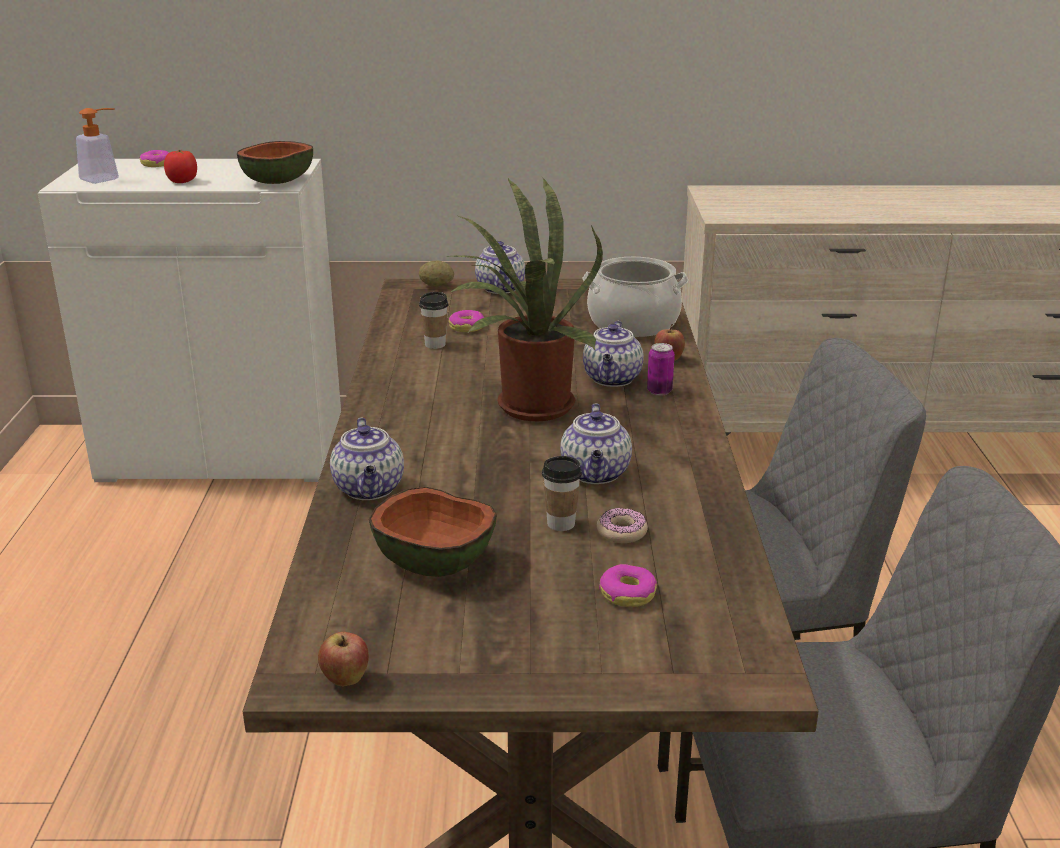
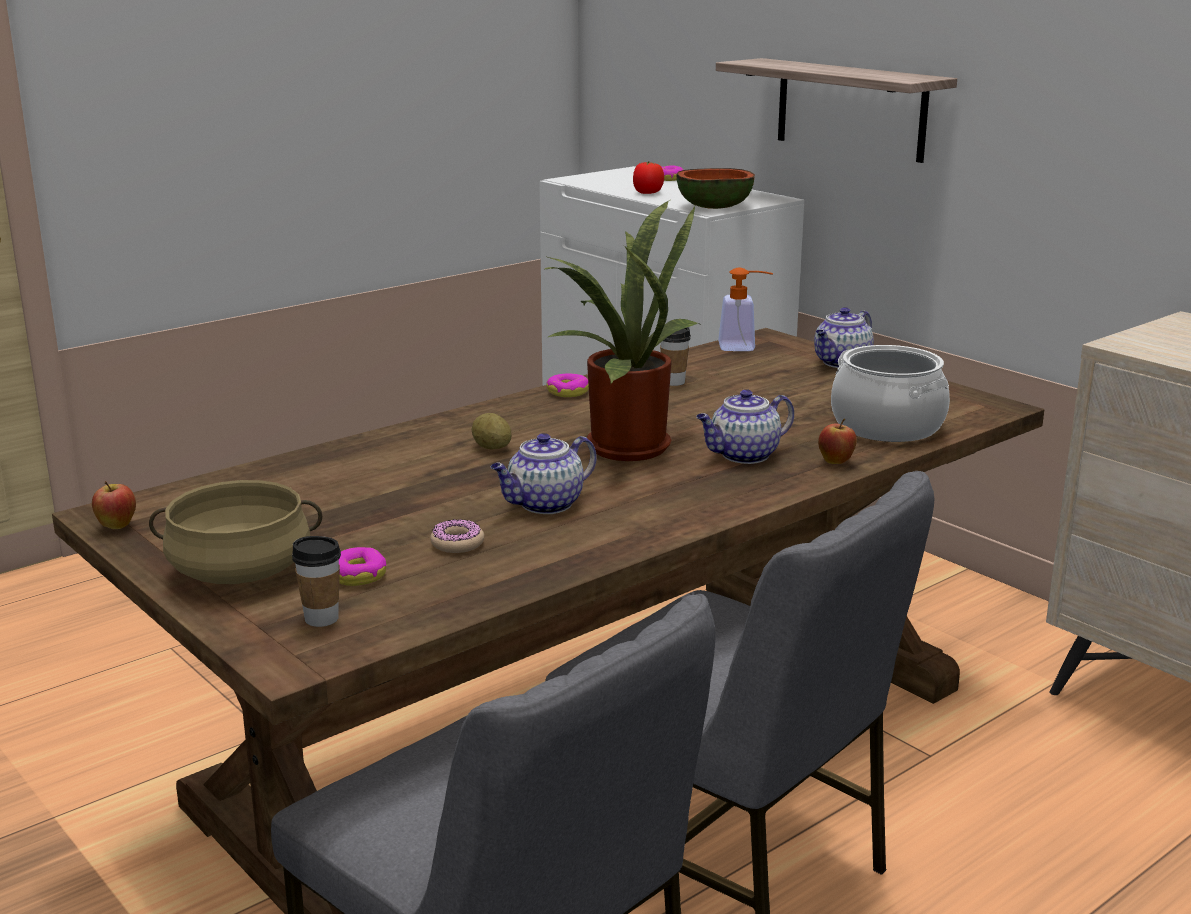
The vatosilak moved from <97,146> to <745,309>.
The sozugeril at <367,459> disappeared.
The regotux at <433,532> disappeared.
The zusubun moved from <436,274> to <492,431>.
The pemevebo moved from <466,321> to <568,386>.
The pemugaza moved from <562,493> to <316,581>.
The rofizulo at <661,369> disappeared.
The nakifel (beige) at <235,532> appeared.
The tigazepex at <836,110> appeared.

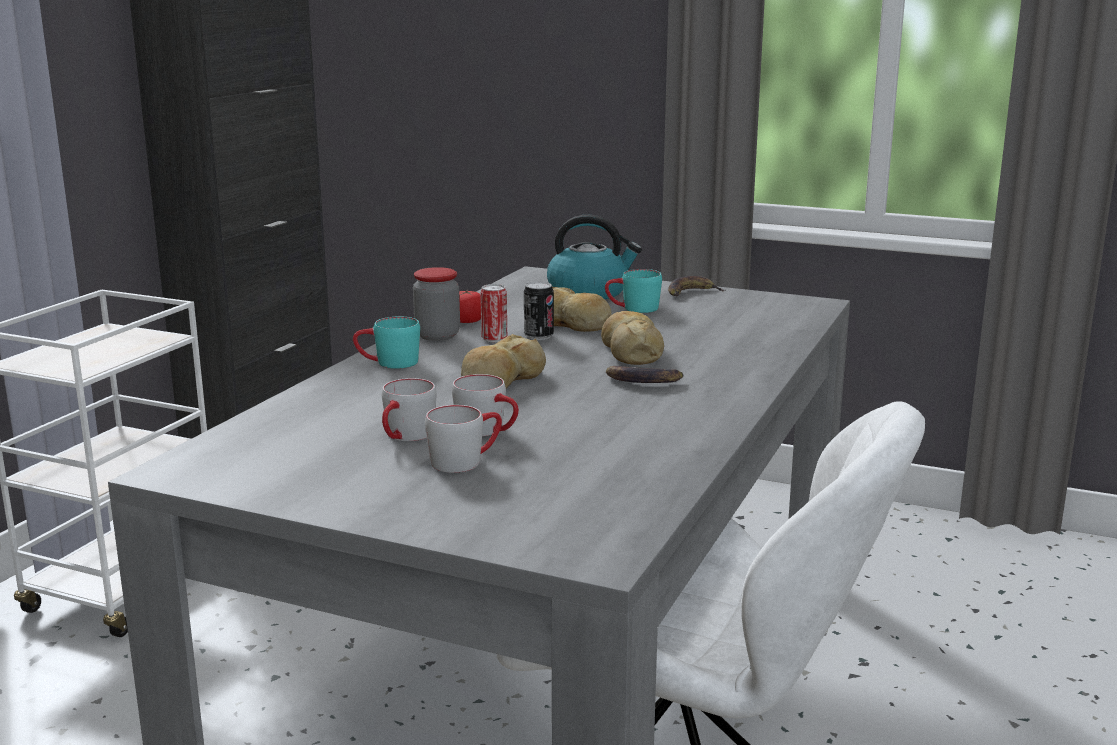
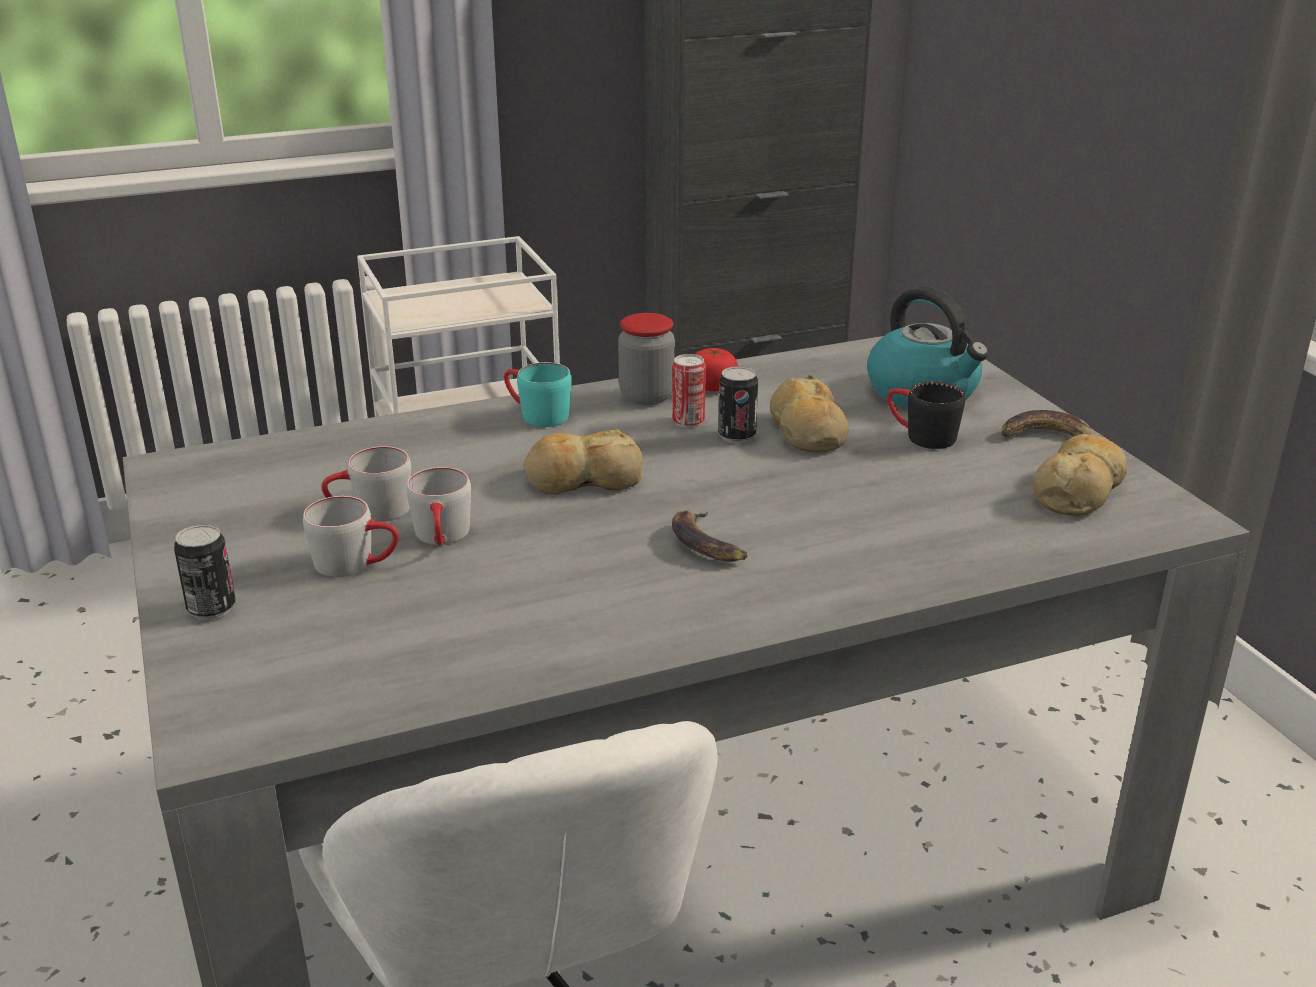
The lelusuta moved from <632,338> to <1080,475>.
The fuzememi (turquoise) at <633,291> became the fuzememi (black) at <926,415>.
The rofizulo at <204,572> appeared.

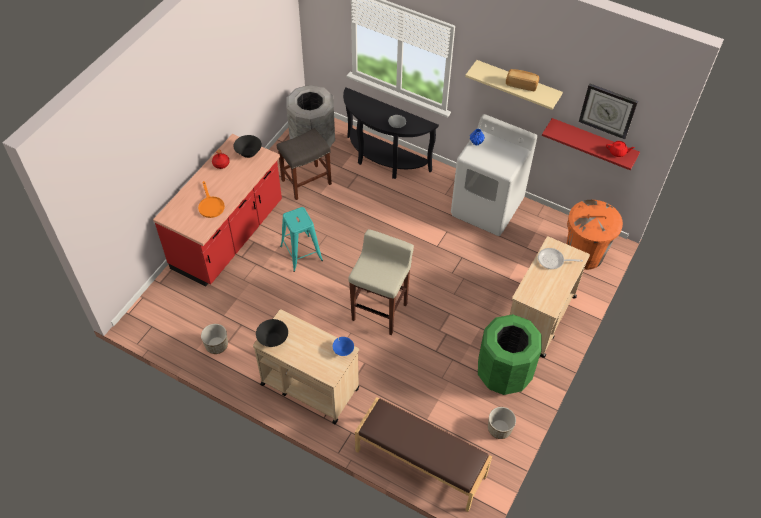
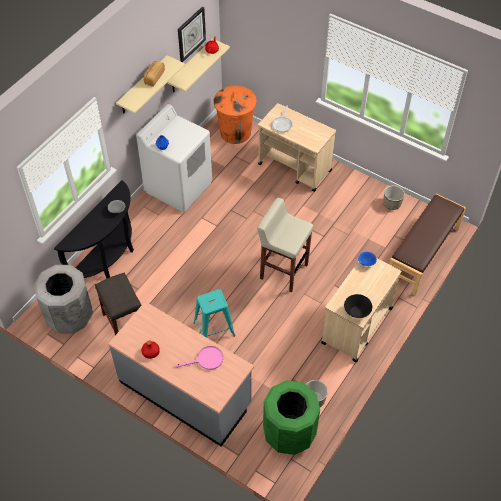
The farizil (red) at <217,210> became the farizil (grey) at <181,374>.
The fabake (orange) at <211,199> became the fabake (pink) at <199,358>.
The regotux (black) at <247,146> disappeared.
The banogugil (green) moved from <510,354> to <291,417>.
The tigazepex (red) at <591,144> became the tigazepex (beige) at <198,65>.

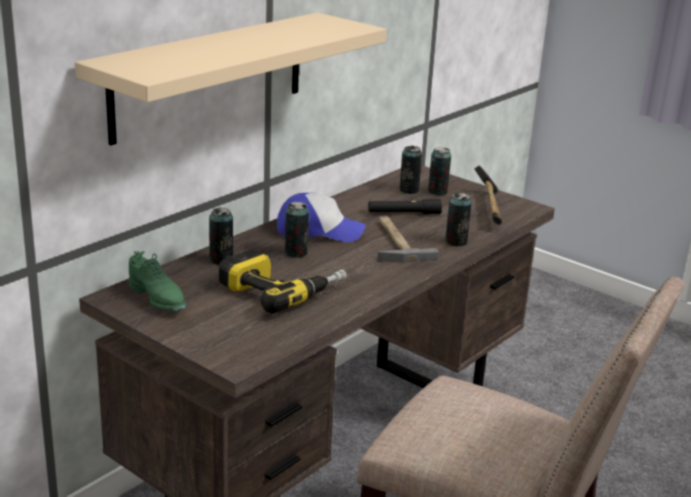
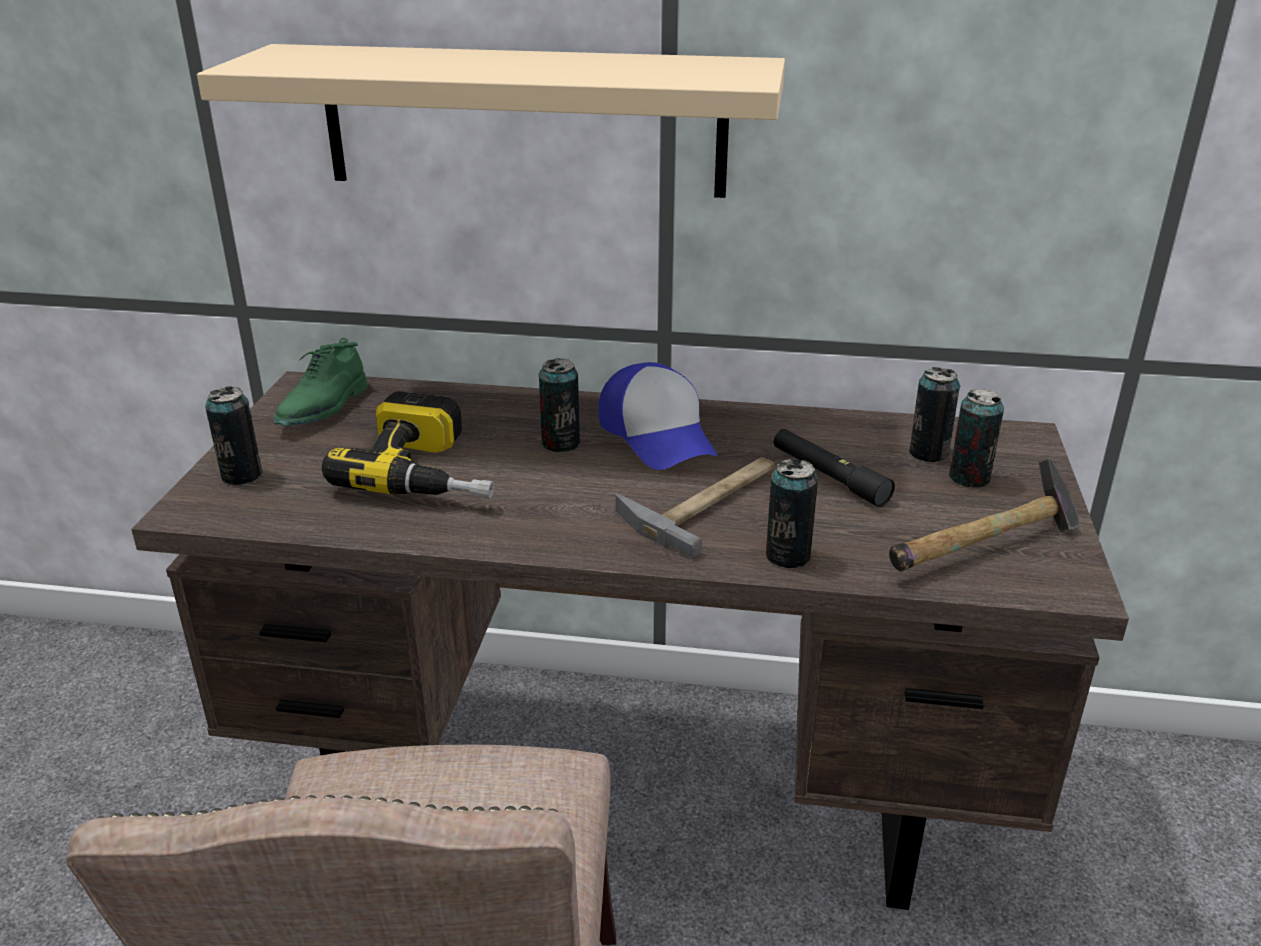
The rofizulo moved from <221,236> to <234,436>.

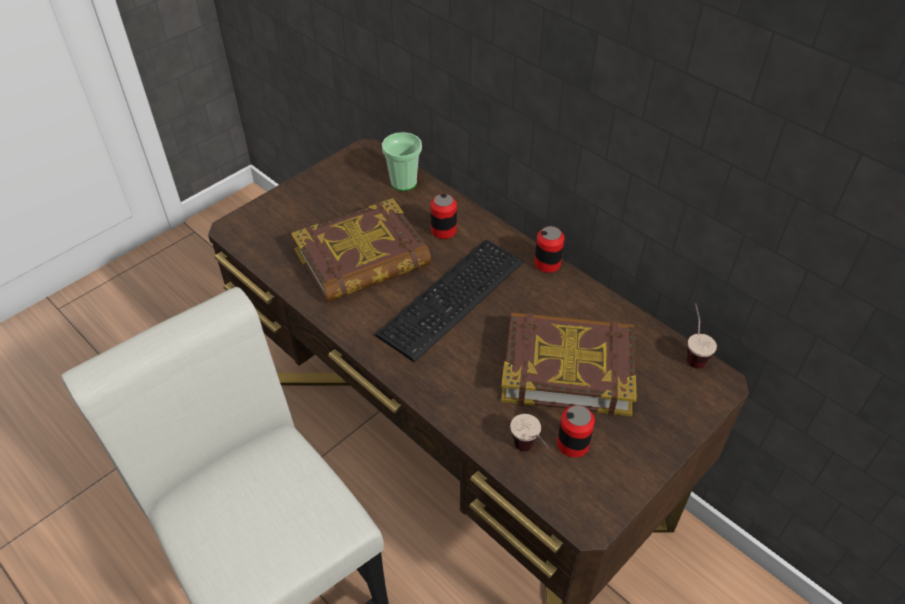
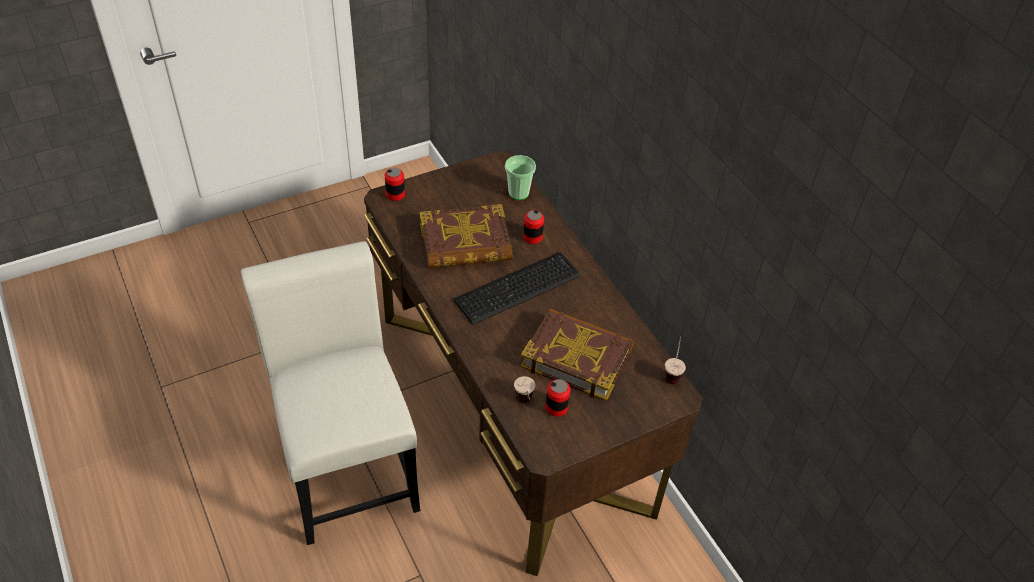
The rofizulo moved from <549,249> to <395,184>.

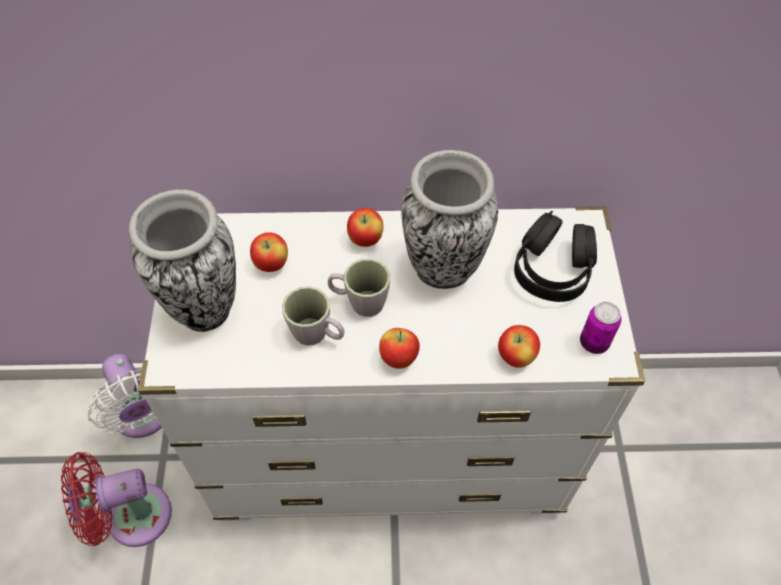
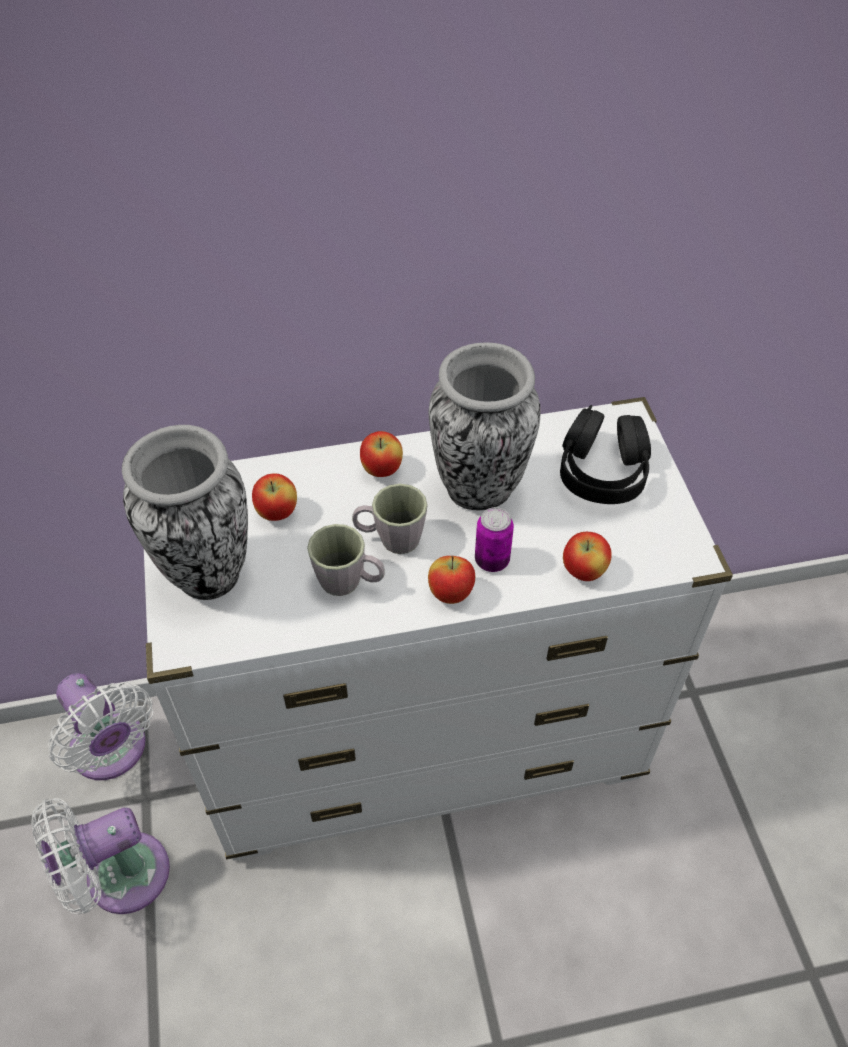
The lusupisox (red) at <116,499> became the lusupisox (white) at <100,856>.
The rofizulo moved from <600,328> to <494,539>.

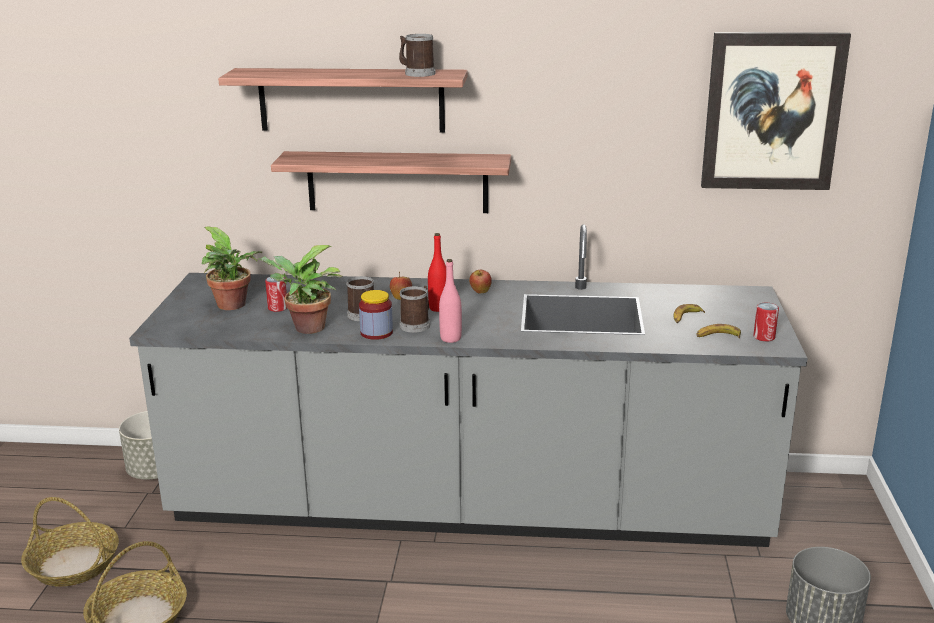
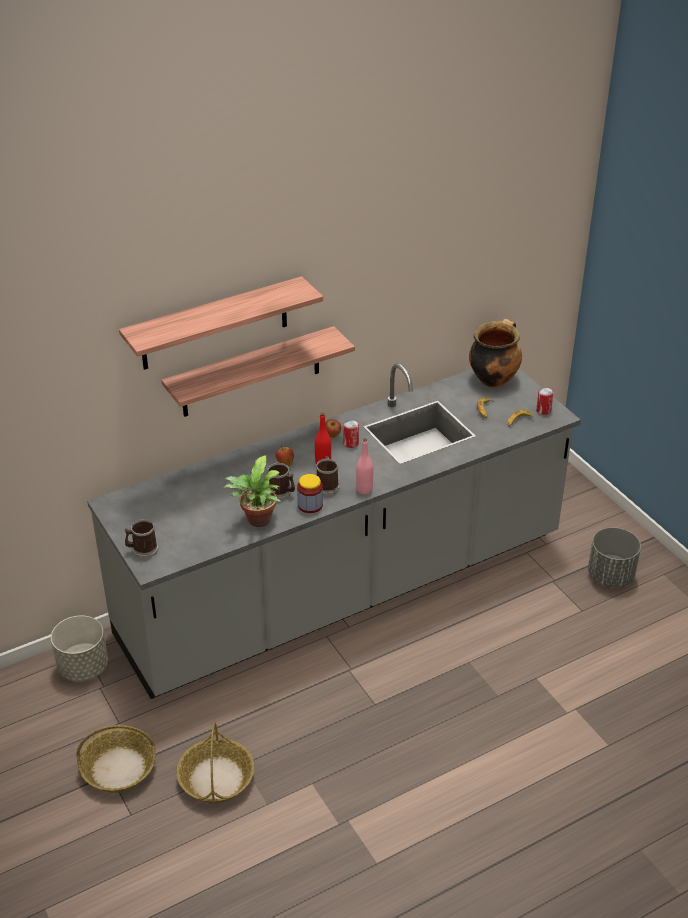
The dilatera at <232,268> disappeared.
The rofizulo moved from <276,294> to <351,434>.
The fuzememi moved from <417,55> to <141,538>.
The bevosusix at <776,111> disappeared.
The nakifel at <495,353> appeared.

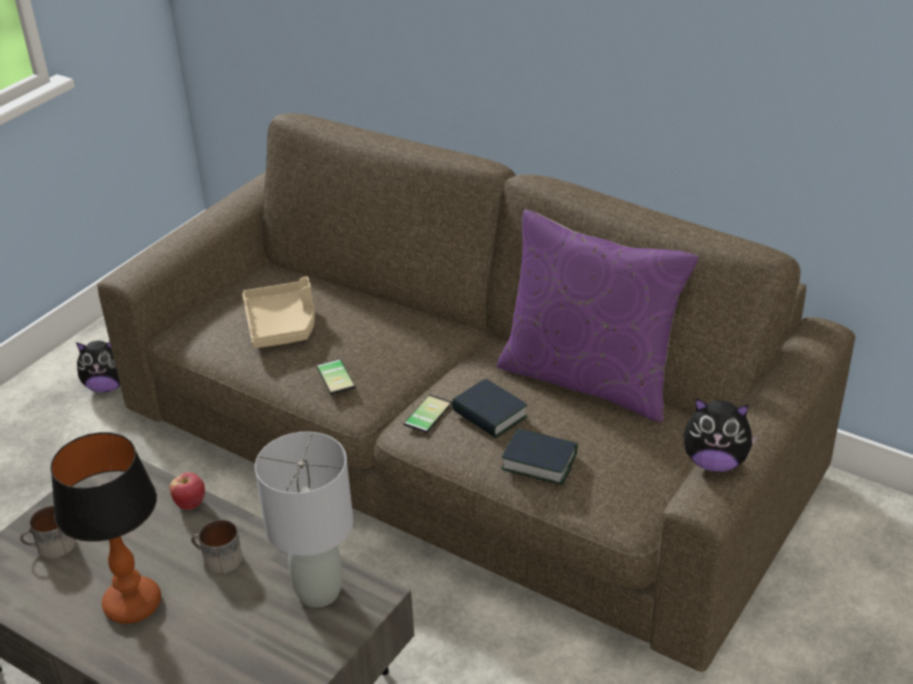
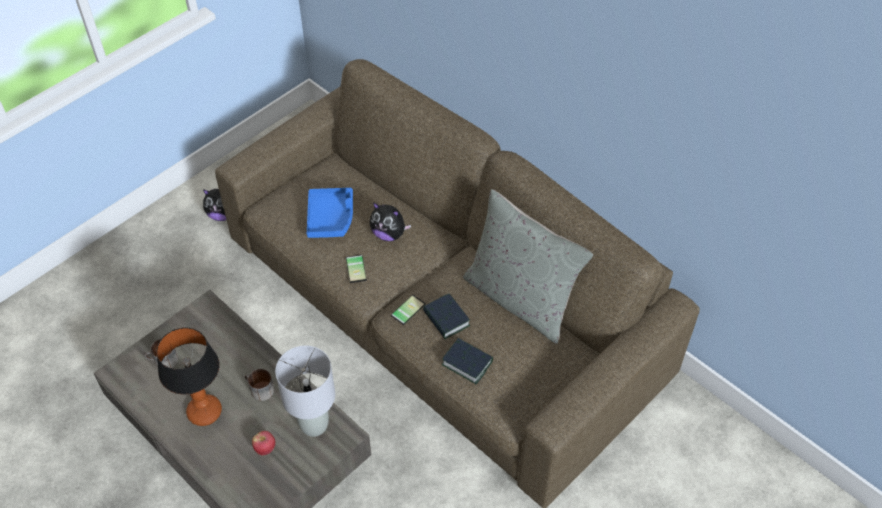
The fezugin moved from <187,491> to <263,443>.
The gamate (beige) at <278,312> became the gamate (blue) at <330,213>.
The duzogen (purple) at <597,316> became the duzogen (grey) at <528,266>.
The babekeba moved from <721,435> to <390,221>.

